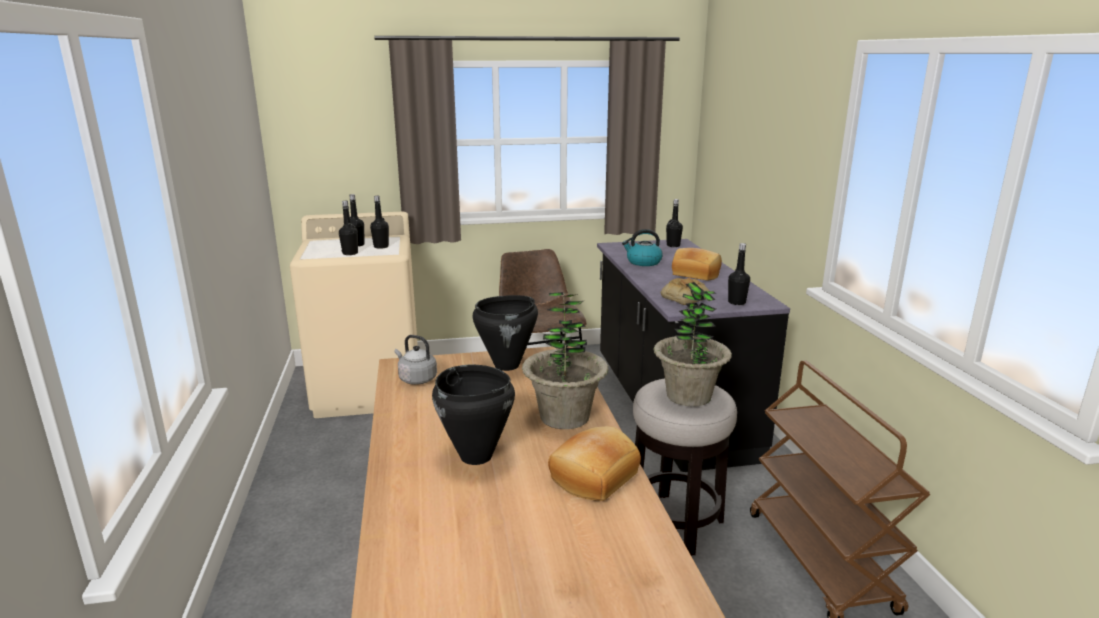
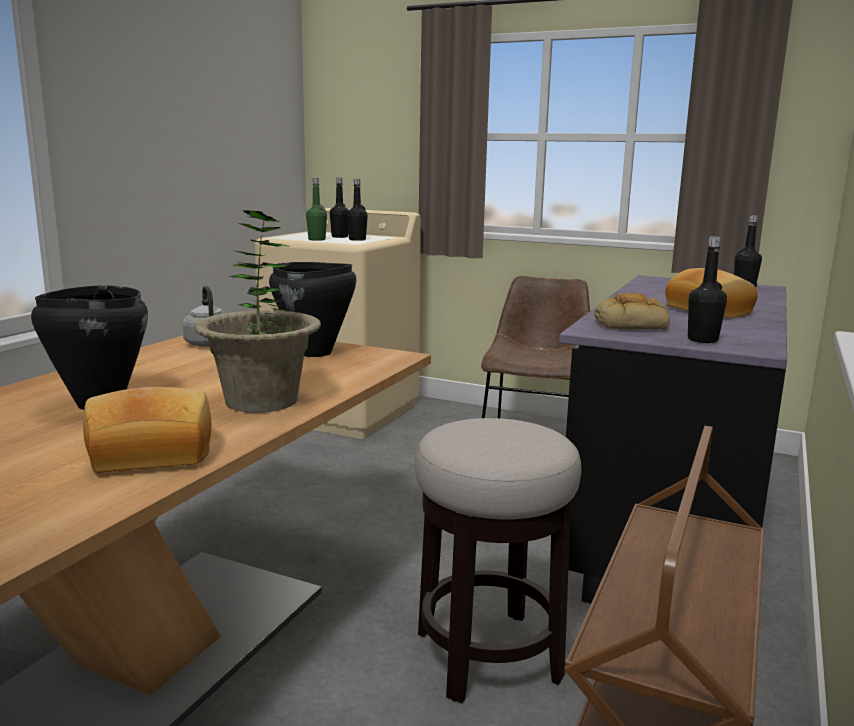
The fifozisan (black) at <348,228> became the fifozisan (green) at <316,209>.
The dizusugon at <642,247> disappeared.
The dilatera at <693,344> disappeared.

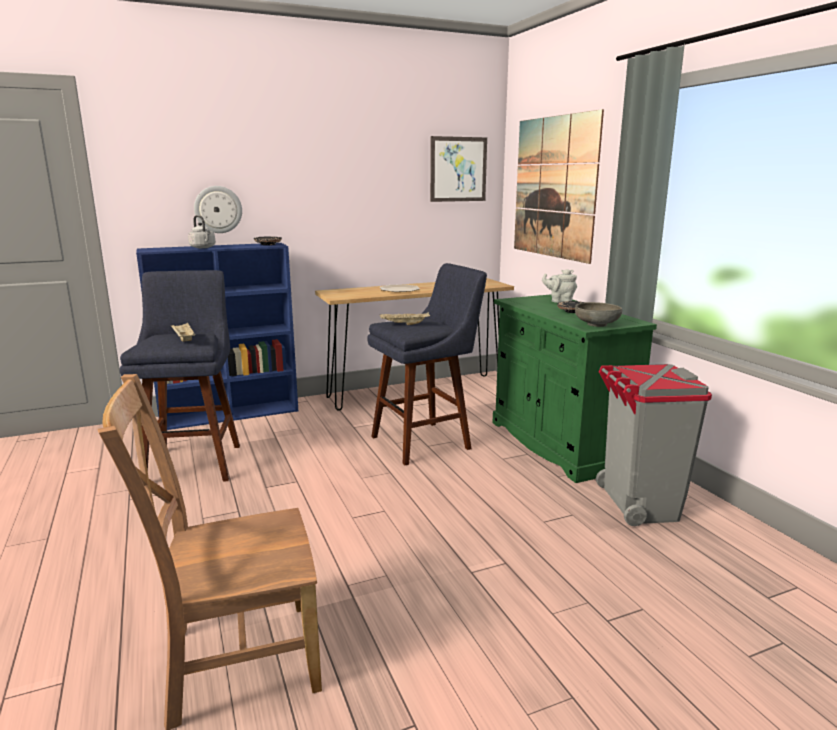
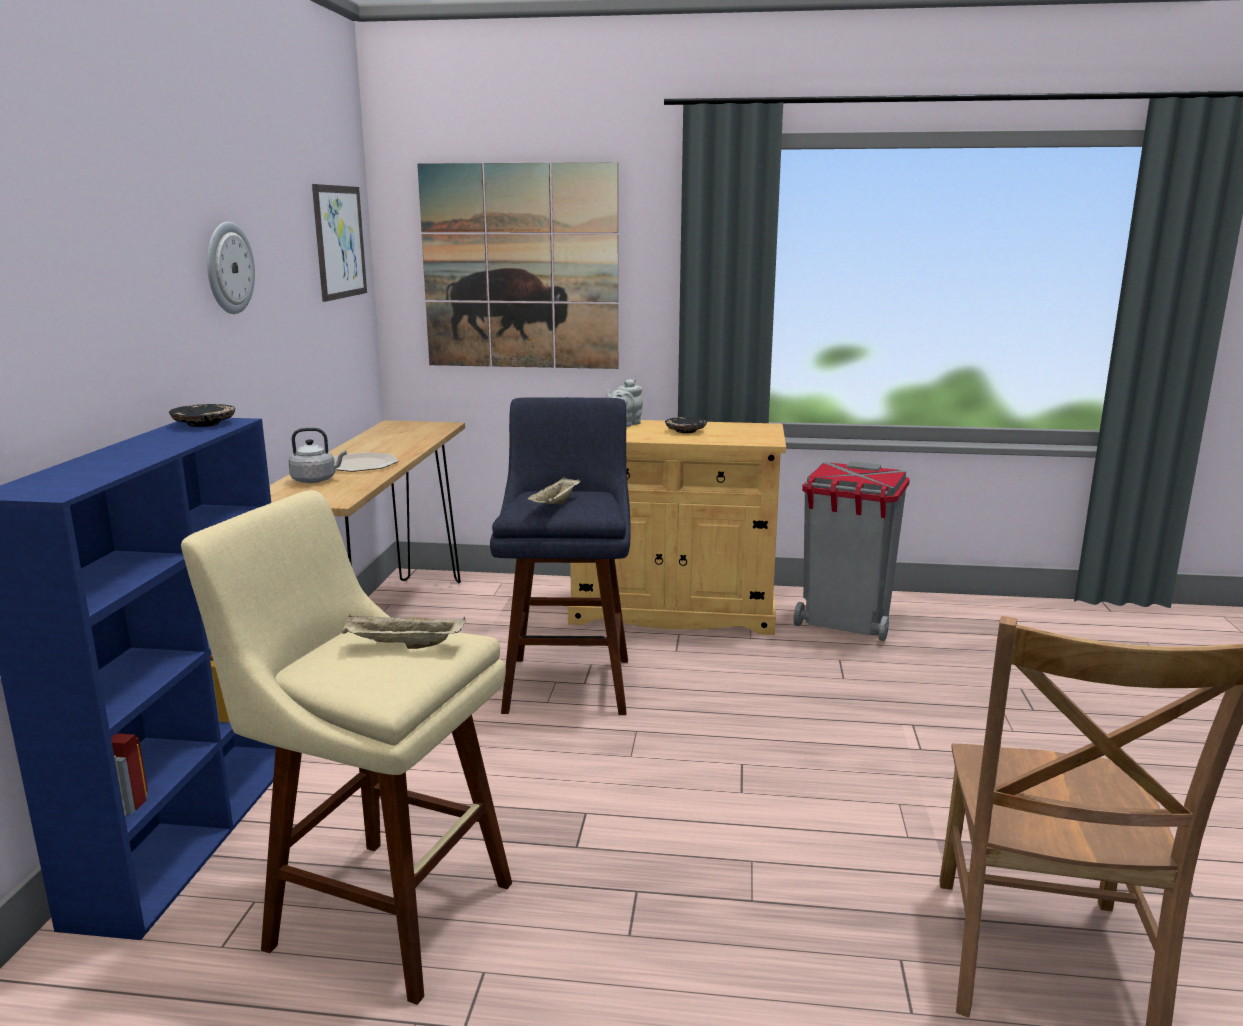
The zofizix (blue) at <180,376> became the zofizix (beige) at <346,747>.
The dizusugon (grey) moved from <202,231> to <317,455>.
The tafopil moved from <218,209> to <231,268>.
The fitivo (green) at <575,388> became the fitivo (beige) at <677,527>.
The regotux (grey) at <598,314> disappeared.

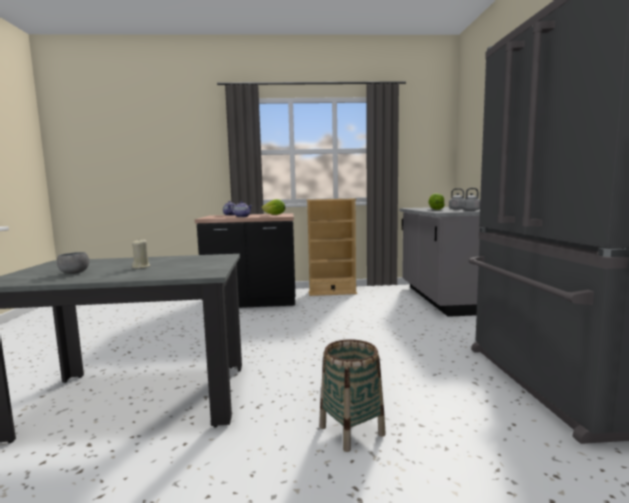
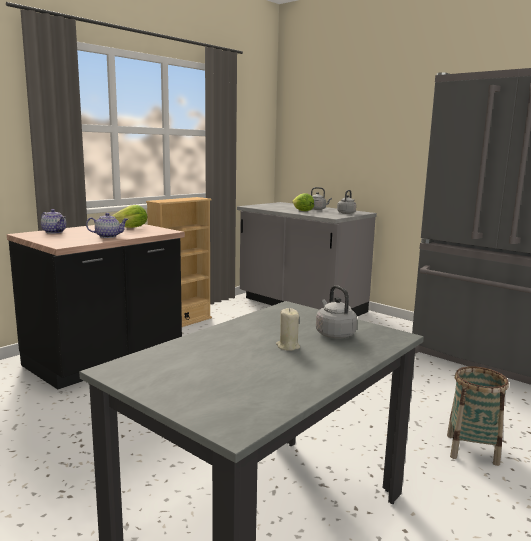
The regotux (grey) at <73,263> disappeared.
The dizusugon (grey) at <336,312> appeared.

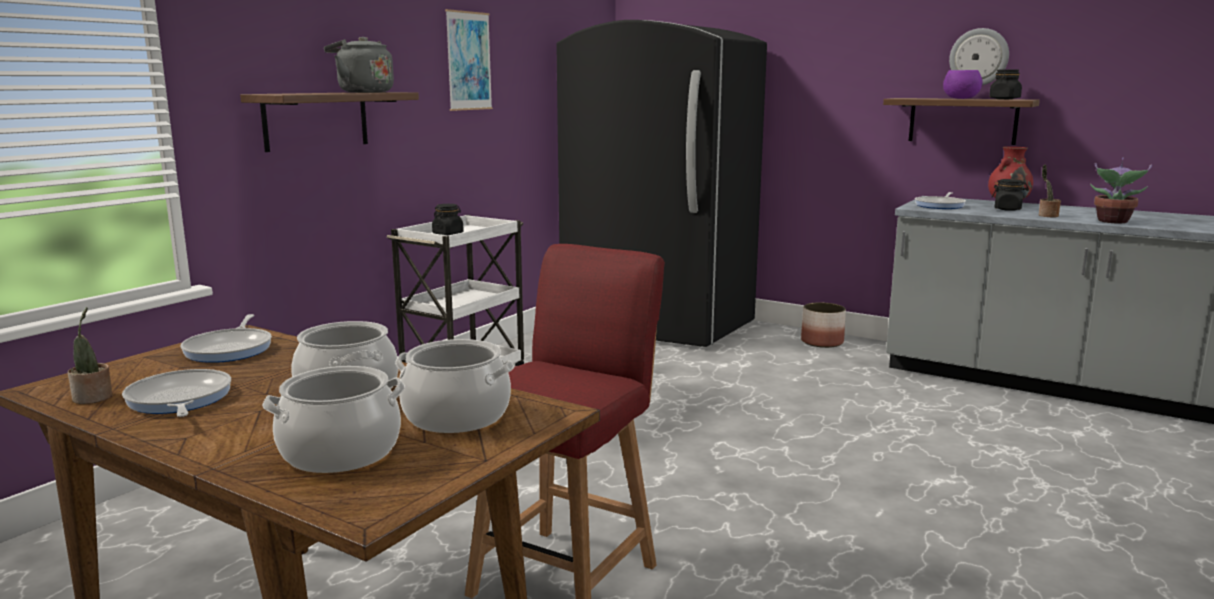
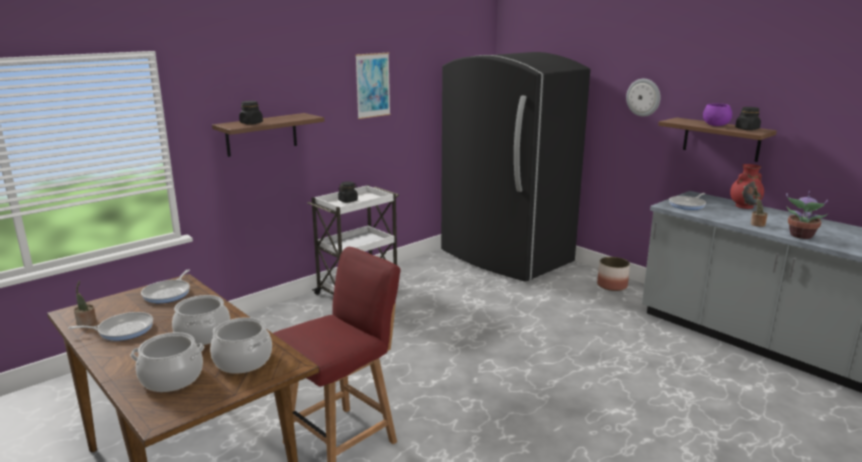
The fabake at <176,393> turned 90 degrees clockwise.
The dizusugon (grey) at <359,64> disappeared.
The tafopil moved from <979,56> to <643,98>.
The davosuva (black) moved from <1010,195> to <251,113>.

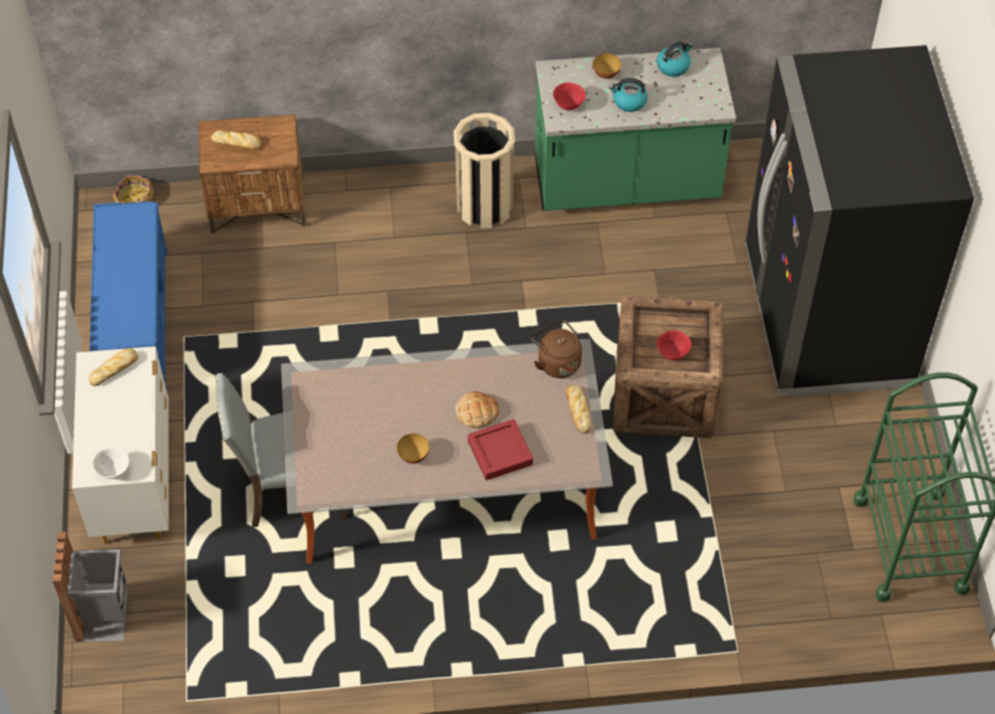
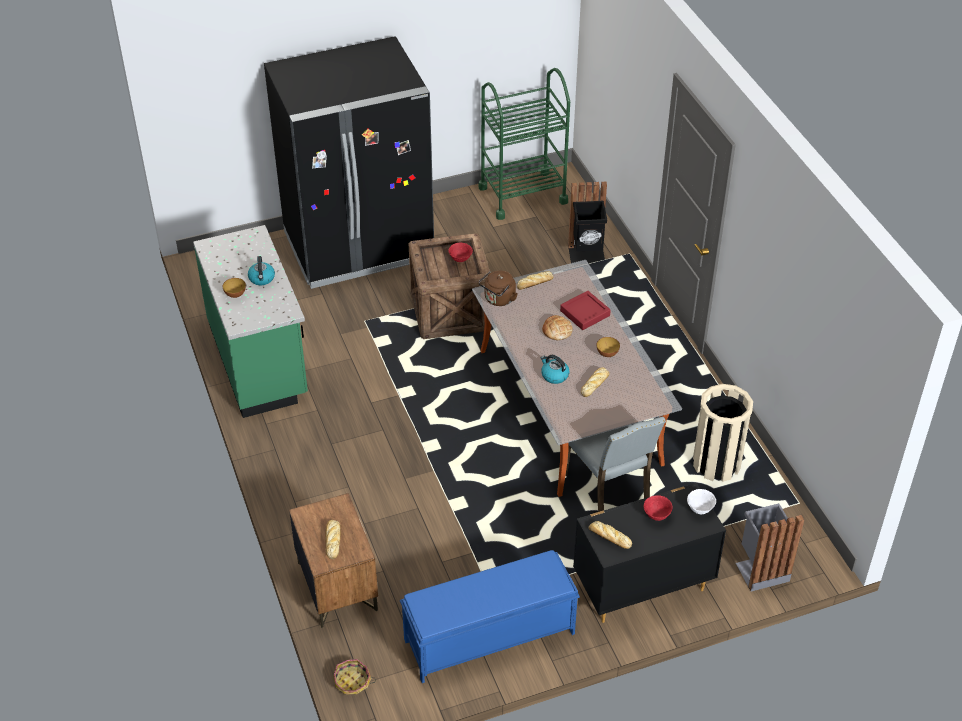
The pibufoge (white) at <120,445> became the pibufoge (black) at <649,553>.
The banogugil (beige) moved from <484,171> to <723,433>.
The regotux (red) moved from <569,96> to <658,508>.
The dizusugon moved from <674,59> to <555,369>.
The banogugil (black) at <587,222> appeared.
The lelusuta at <595,382> appeared.

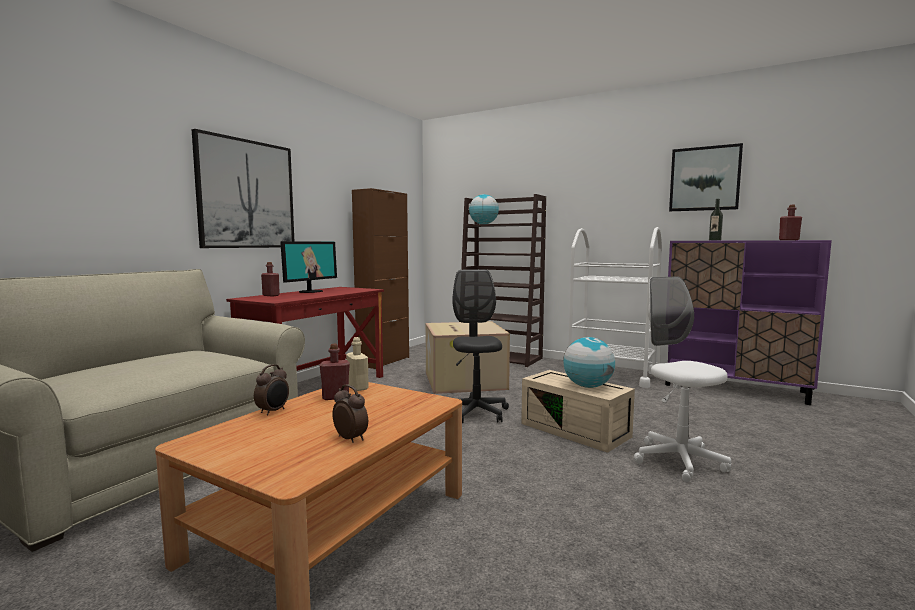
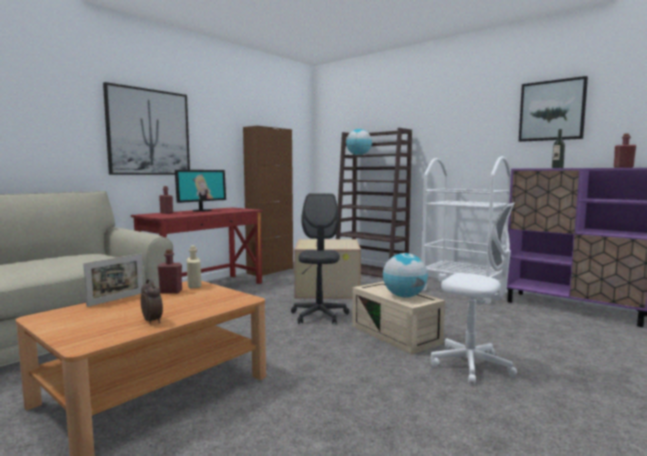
The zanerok at <271,389> was replaced by the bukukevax at <113,280>.
The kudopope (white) at <682,379> turned 135 degrees clockwise.

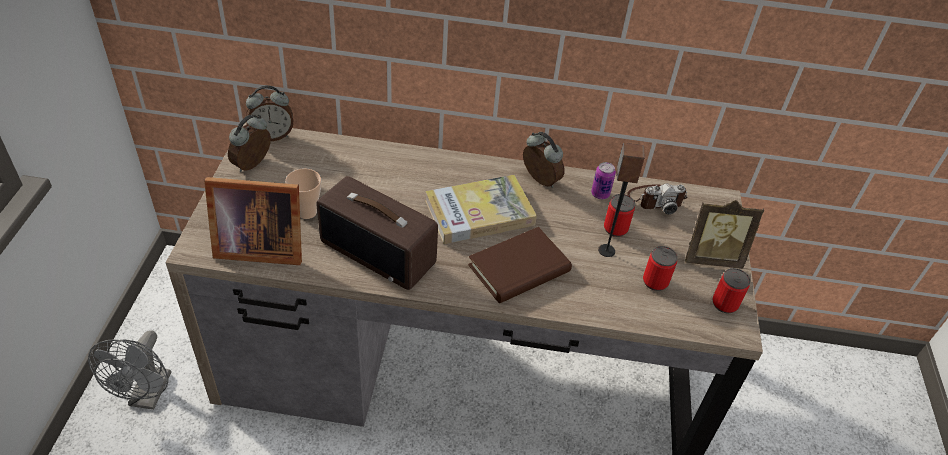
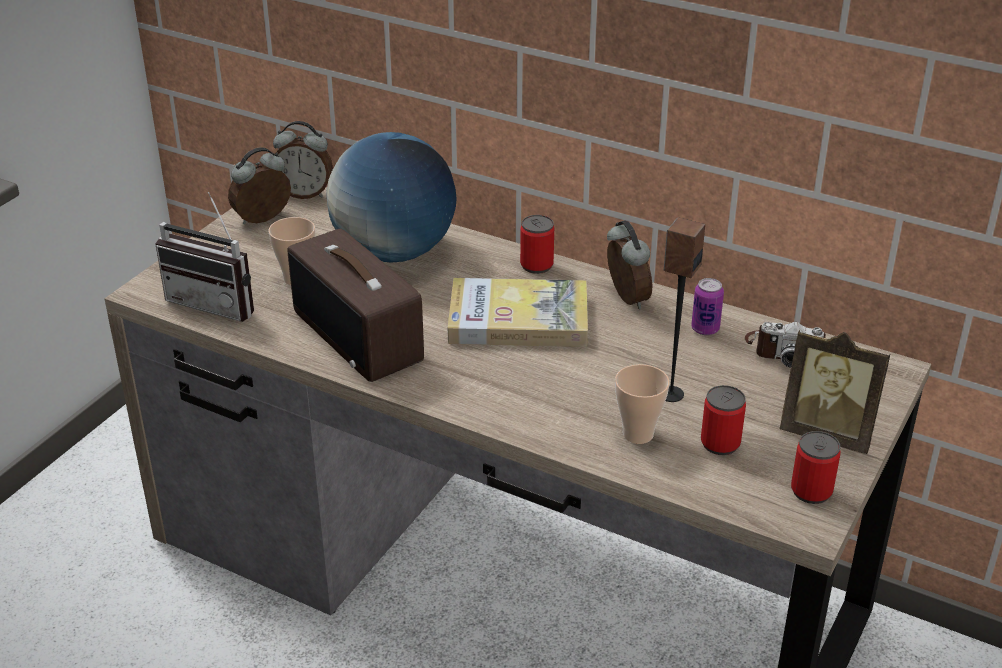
The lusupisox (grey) at <129,370> disappeared.
The bukukevax at <253,221> was replaced by the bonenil at <204,257>.
The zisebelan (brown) at <520,265> disappeared.
The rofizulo moved from <619,215> to <537,244>.
The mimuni at <392,197> appeared.
The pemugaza at <642,404> appeared.

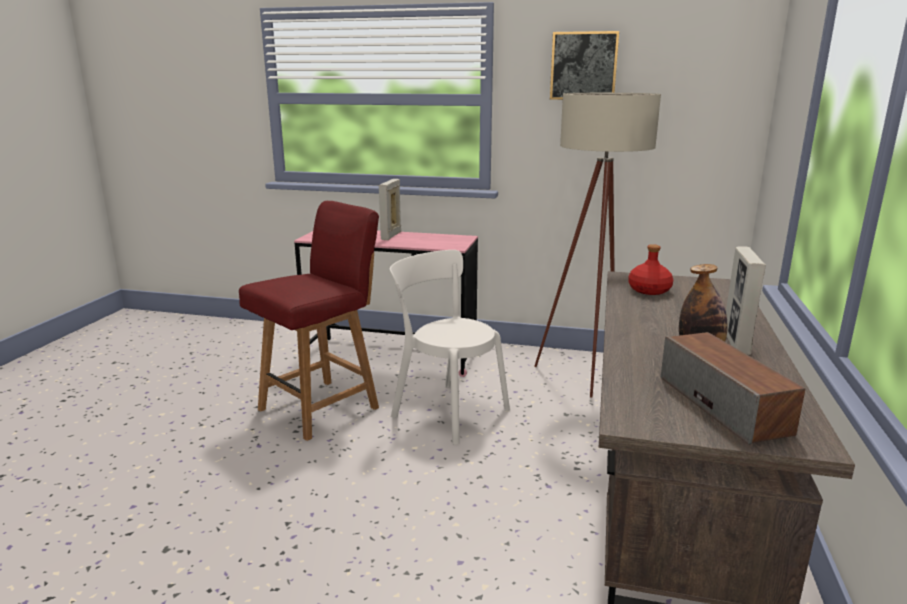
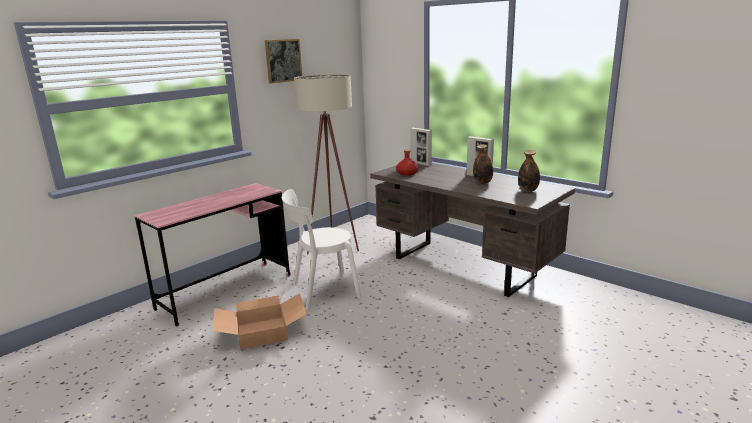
The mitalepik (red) at <309,321> was replaced by the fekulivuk at <260,321>.
The bukukevax moved from <390,209> to <421,146>.
The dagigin at <733,388> was replaced by the fifozisan at <529,171>.

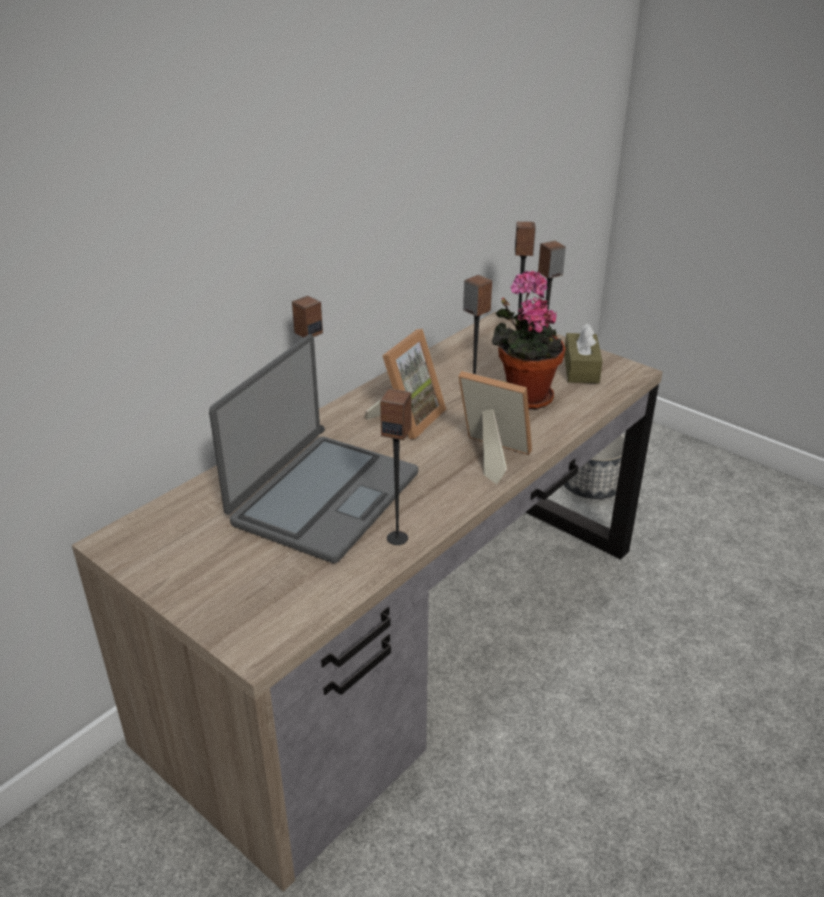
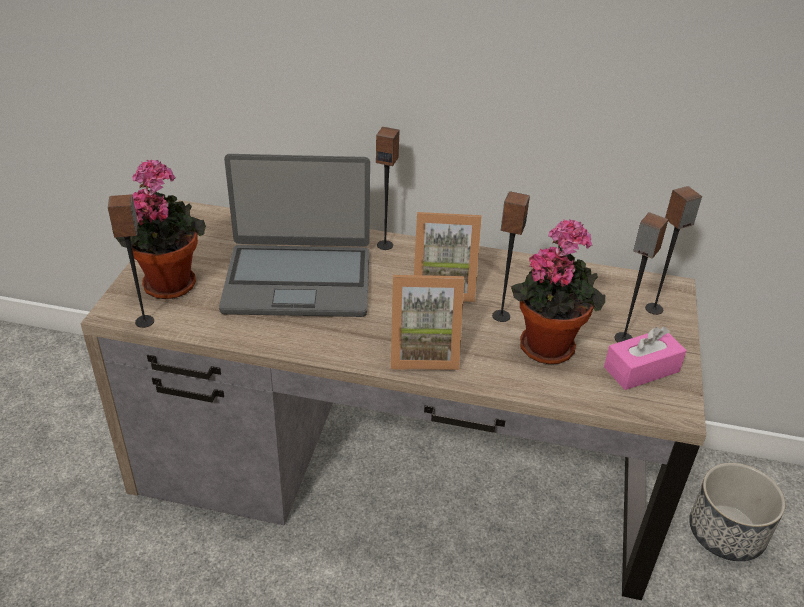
The dagigin moved from <395,467> to <131,261>.
The bukukevax at <495,427> turned 90 degrees clockwise.
The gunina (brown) at <583,353> became the gunina (pink) at <645,358>.
The dilatera at <161,229> appeared.

